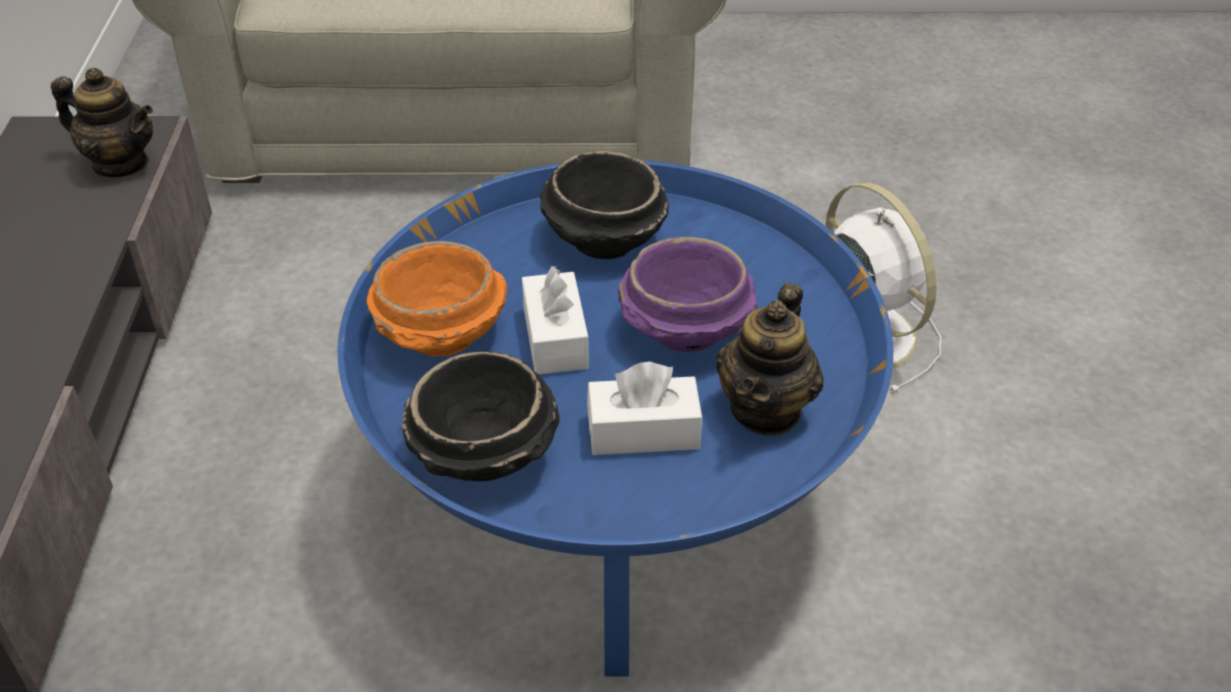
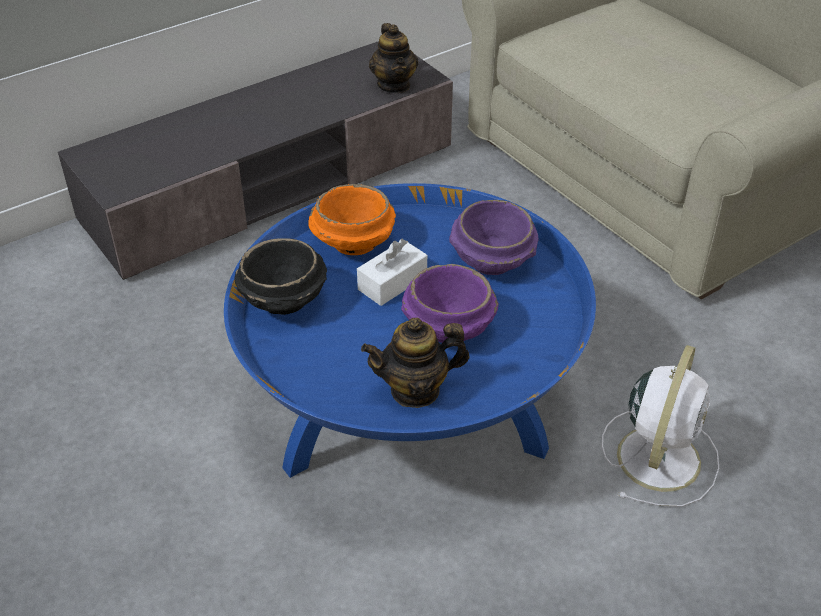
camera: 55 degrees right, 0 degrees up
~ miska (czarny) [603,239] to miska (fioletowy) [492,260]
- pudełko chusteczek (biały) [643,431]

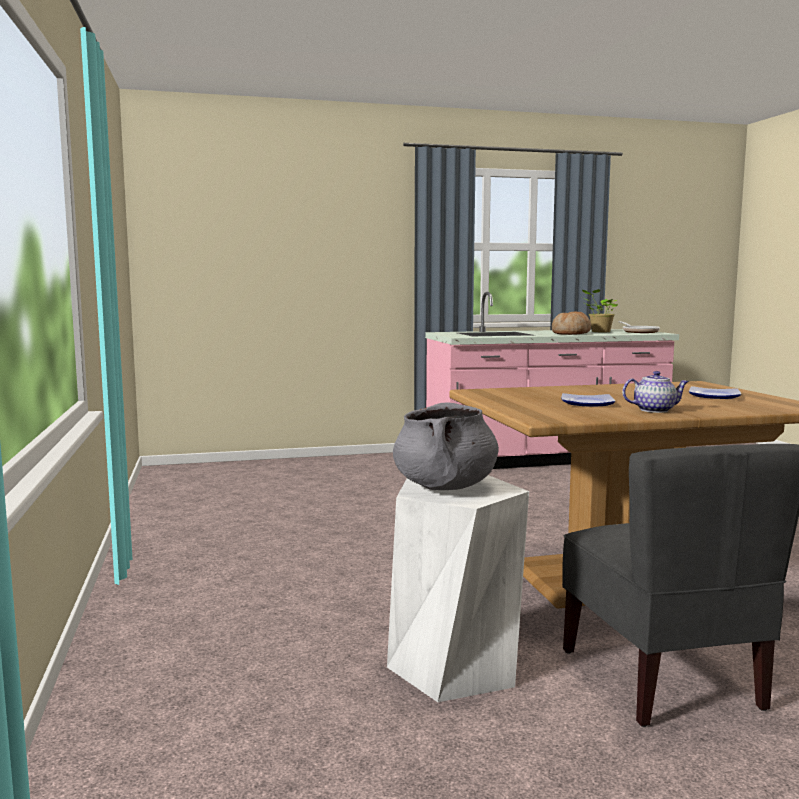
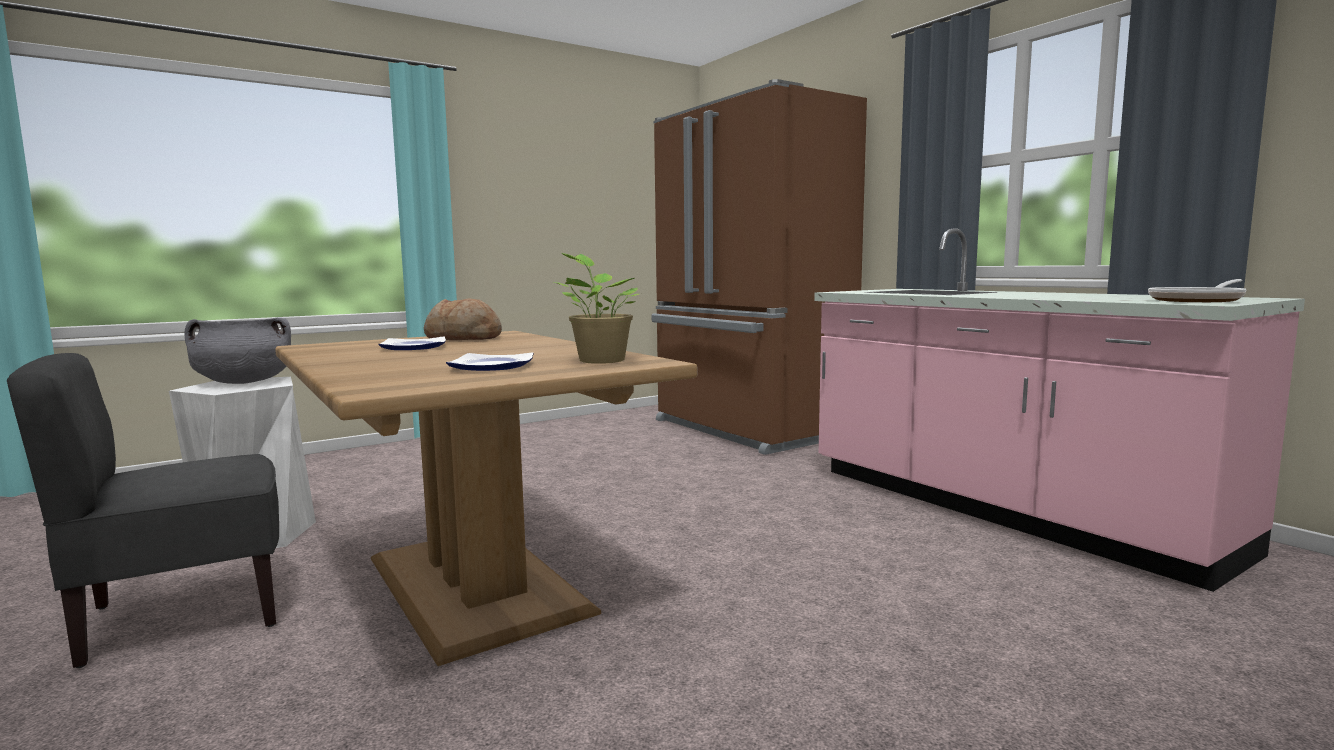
camera: 70 degrees right, 0 degrees up
~ roślina doniczkowa [599,332] to [600,360]
~ chleb [571,333] to [463,338]
- imbryk [655,410]
+ lodówka (brązowy) [748,429]

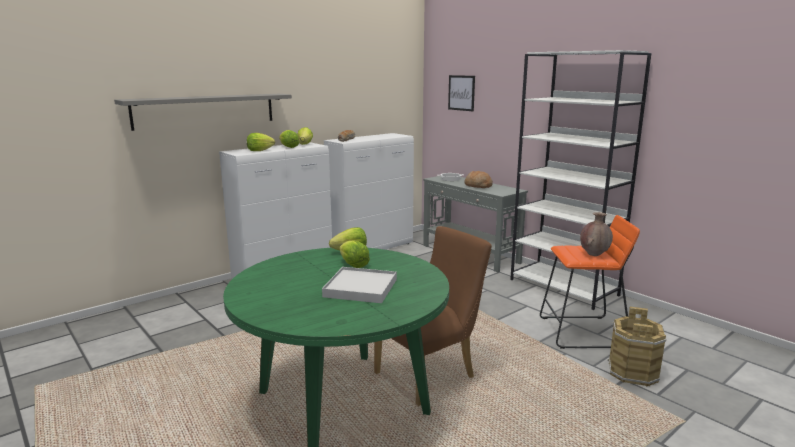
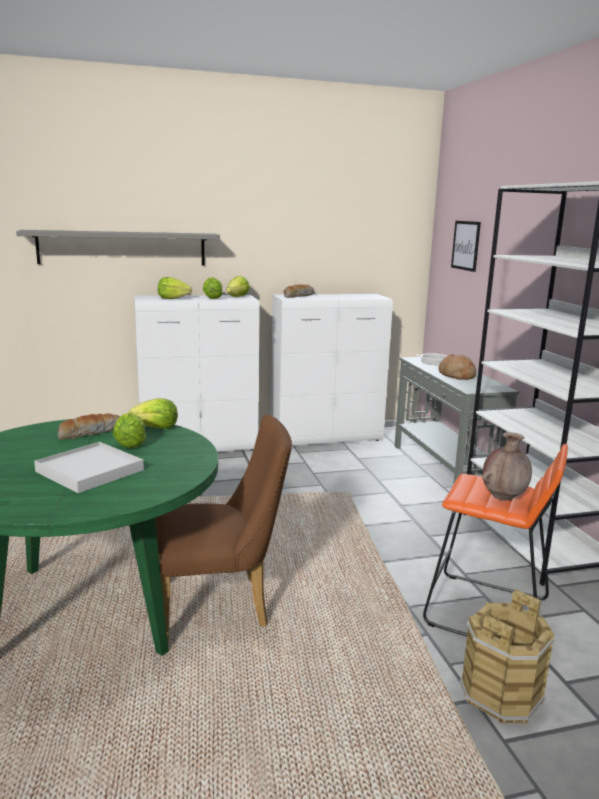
camera: 25 degrees right, 0 degrees up
+ chleb [90,433]

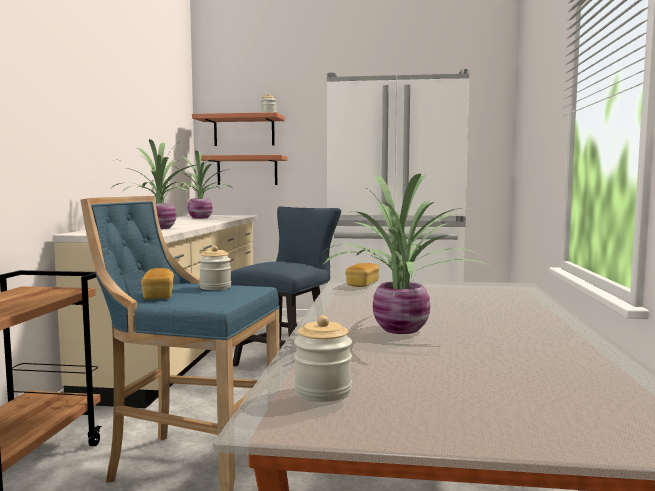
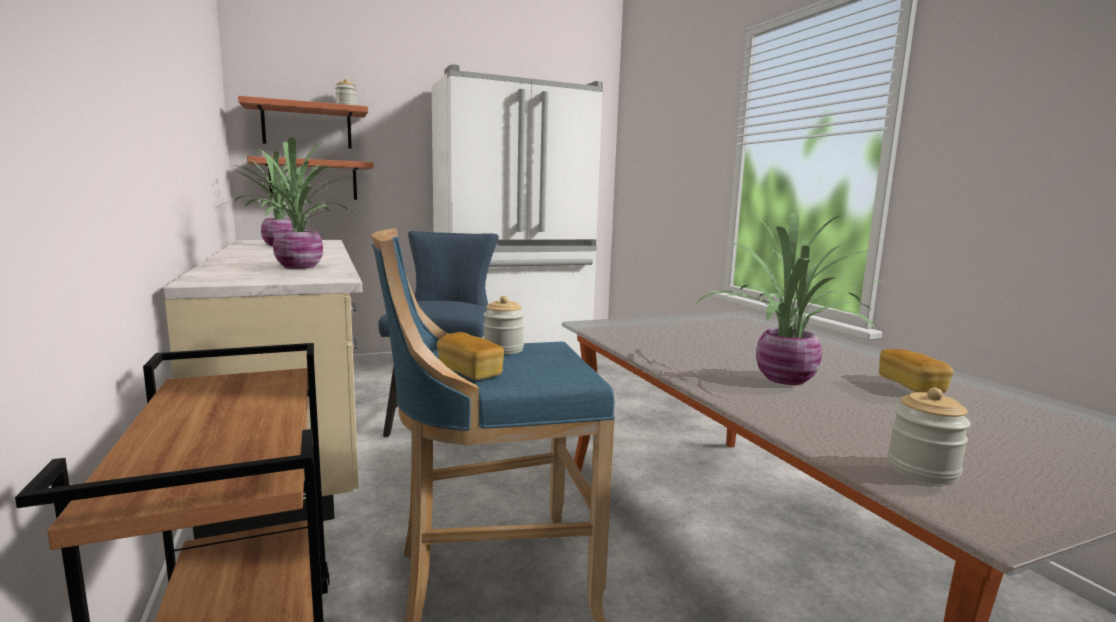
camera: 30 degrees left, 5 degrees up
~ chleb [362,284] to [910,386]

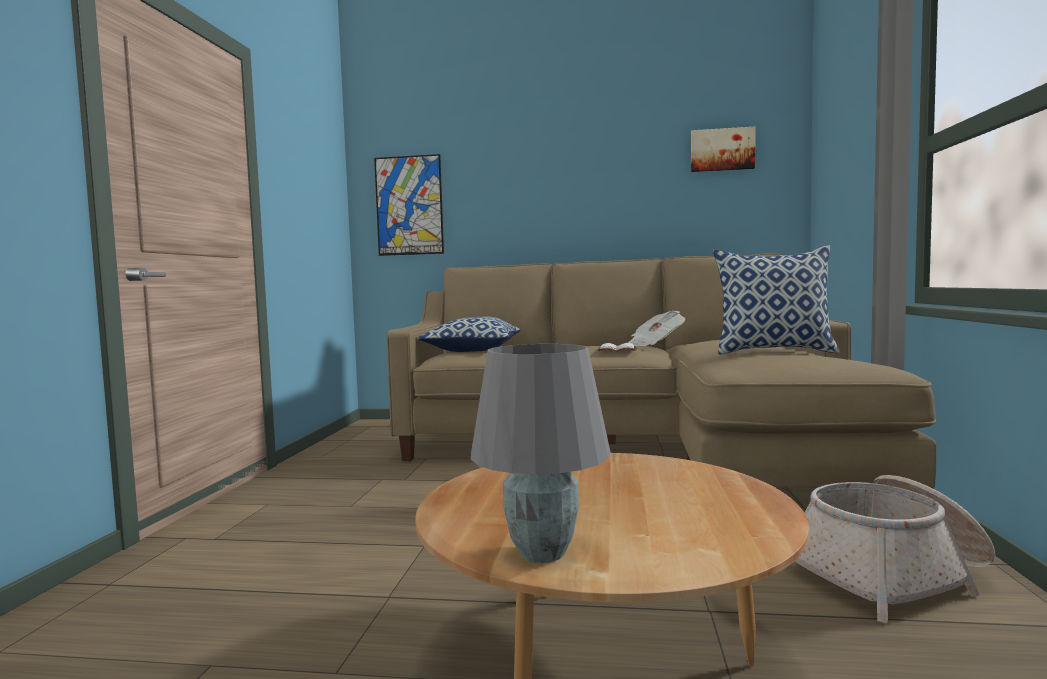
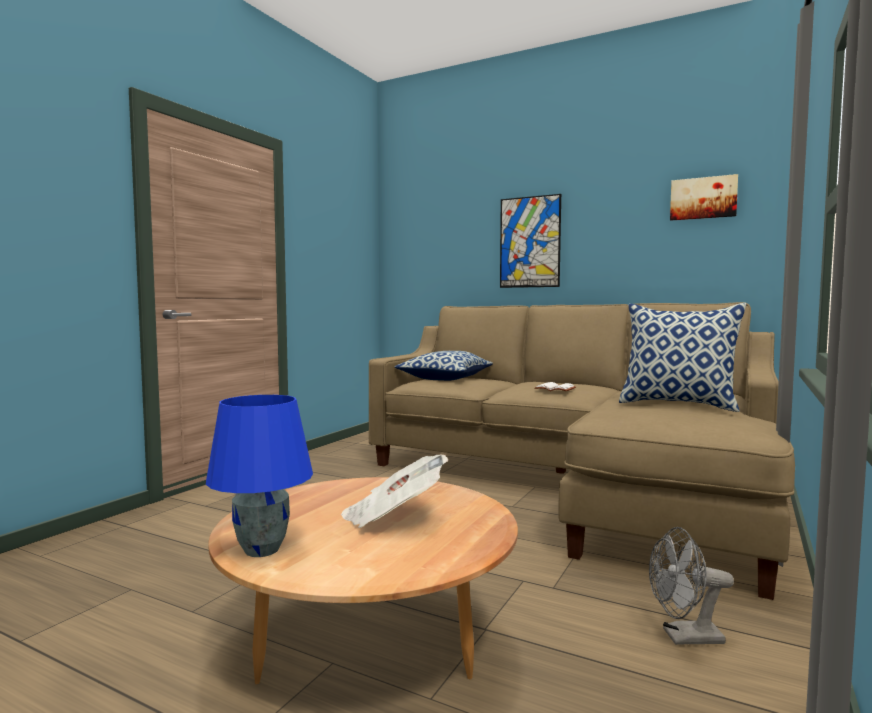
camera: 20 degrees right, 0 degrees up
~ obraz [409,205] to [529,242]
~ gazeta [654,345] to [393,517]
~ lampa stołowa (szary) [544,553] to lampa stołowa (niebieski) [263,550]
~ koszyk [890,577] to wentylator (szary) [684,637]

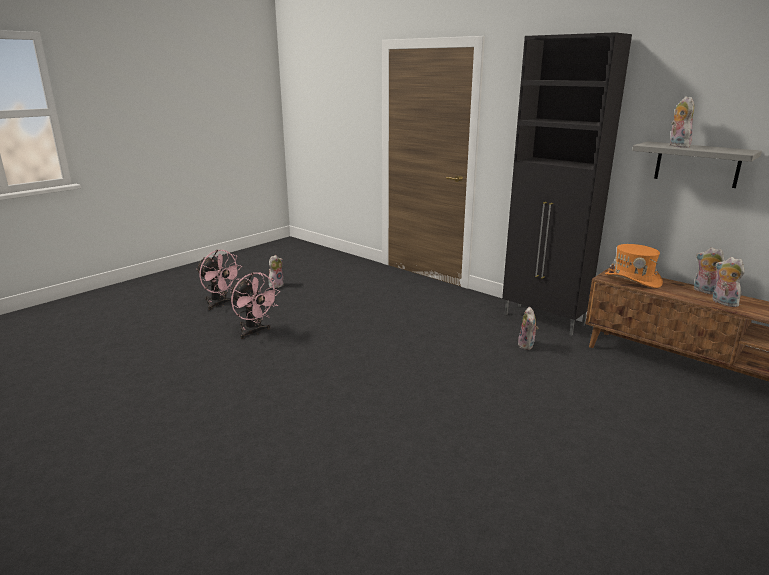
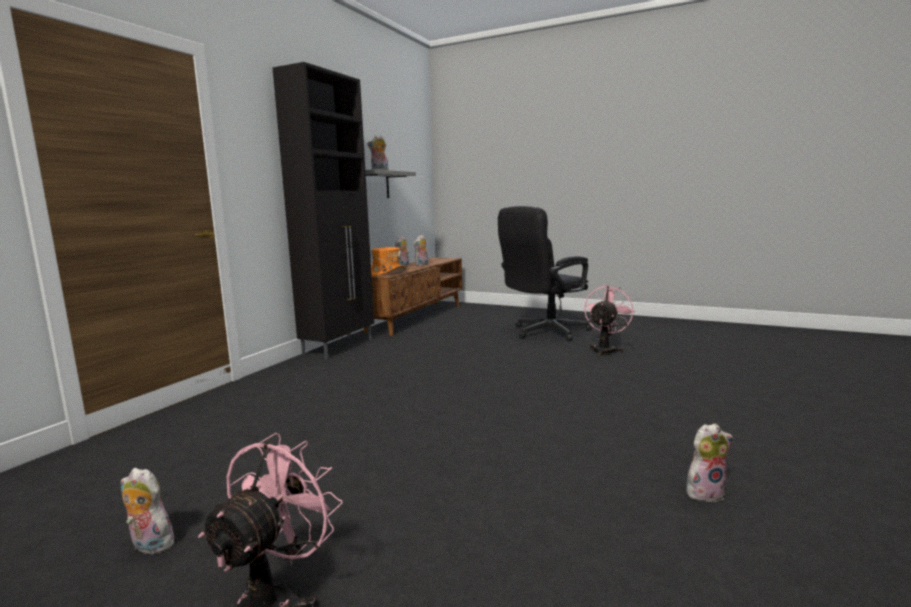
camera: 105 degrees left, 10 degrees down
~ wentylator (różowy) [254,332] to [605,350]
~ pluszak [527,345] to [705,492]
+ krzesło biurowe (czarny) [544,333]

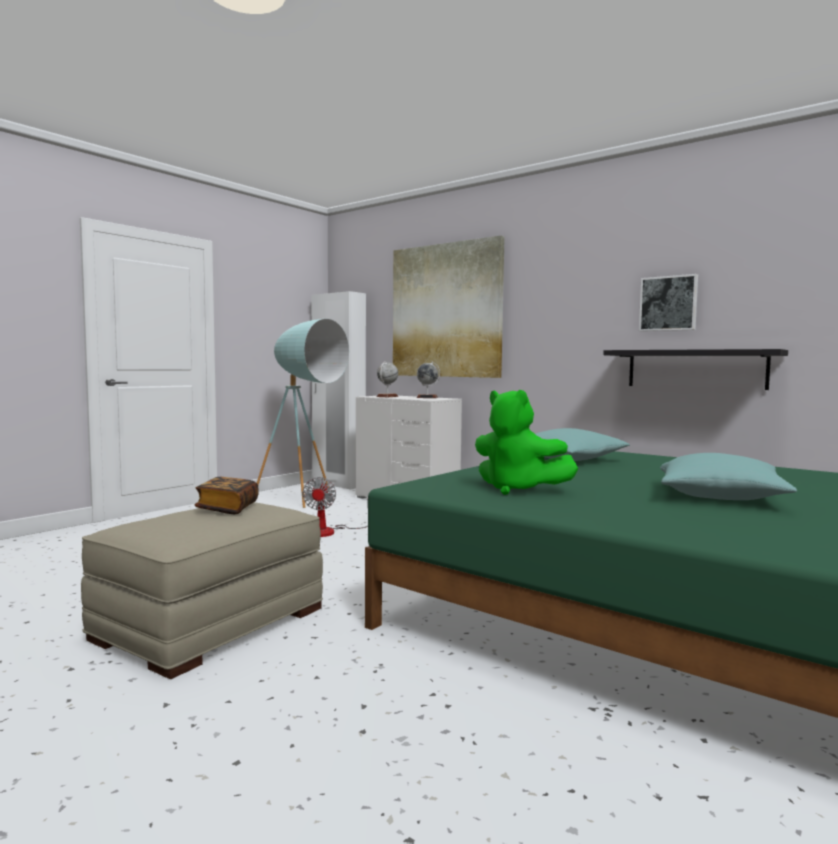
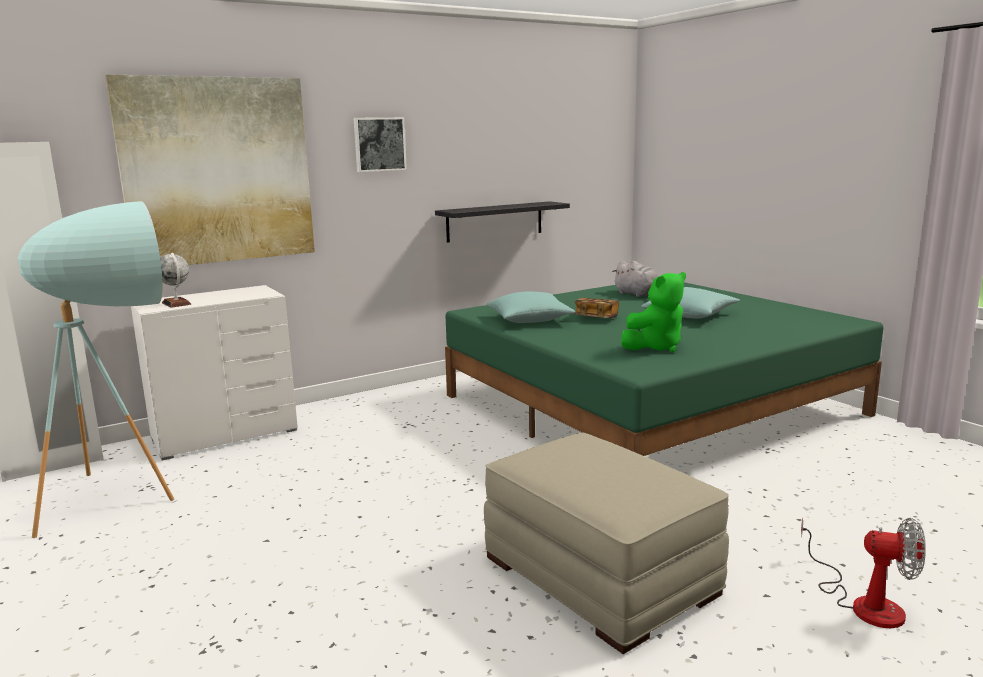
camera: 70 degrees left, 10 degrees up
~ obraz [668,303] to [379,144]
- globus [427,397]
~ książka [227,508] to [596,318]
~ wentylator [330,531] to [864,602]
+ pluszak (szary) [637,294]

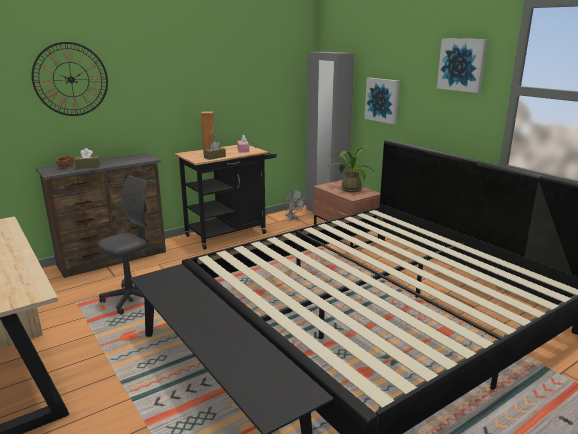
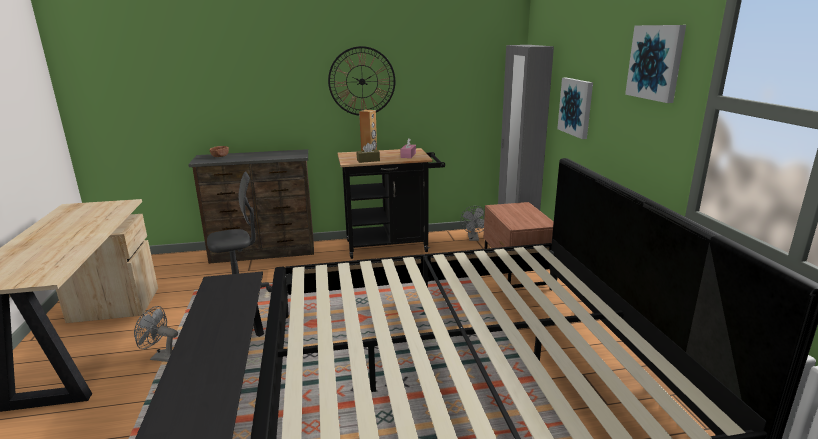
camera: 25 degrees right, 0 degrees up
~ zegar ścienny [71,79] to [362,81]
- roślina doniczkowa [349,189]
- pudełko chusteczek (brązowy) [88,166]
+ wentylator (szary) [161,357]

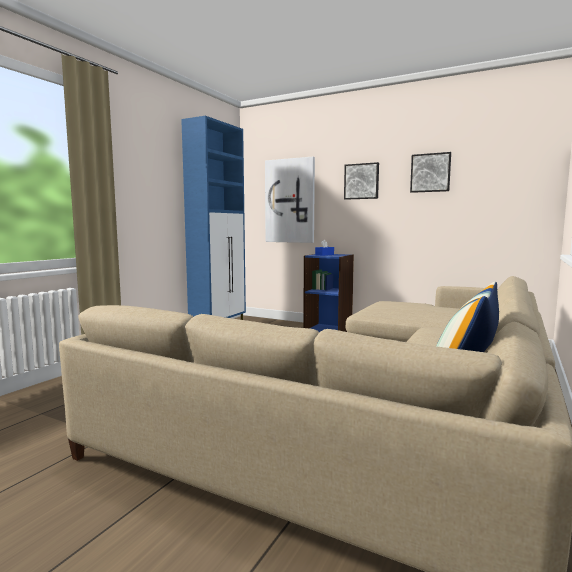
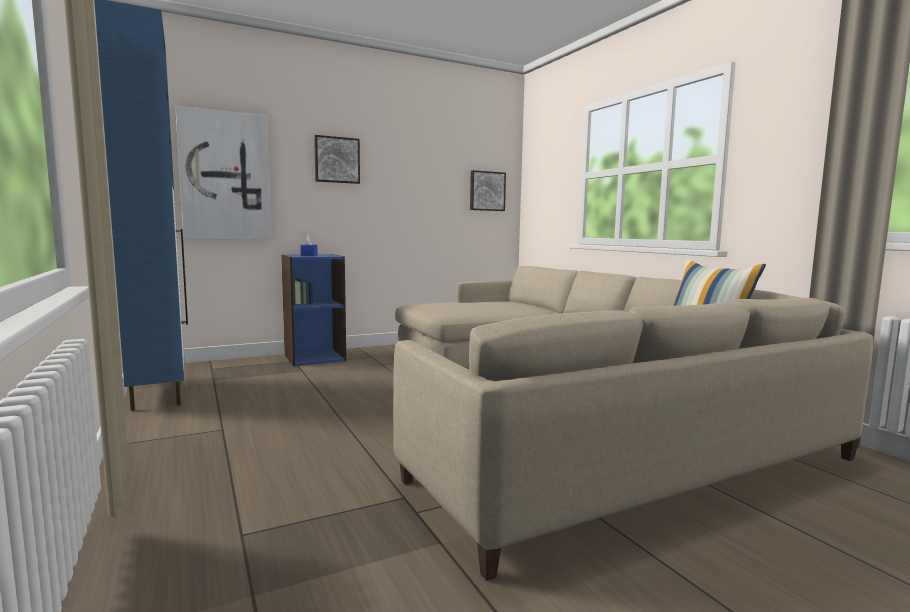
camera: 55 degrees left, 0 degrees up
~ obraz [430,173] to [486,191]

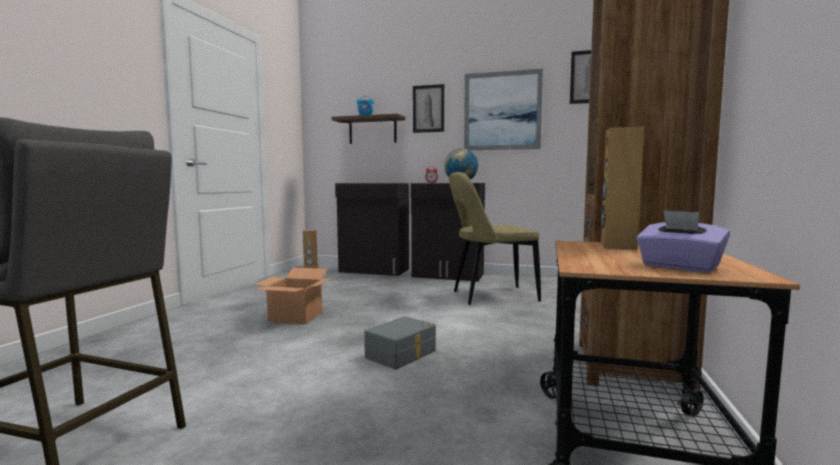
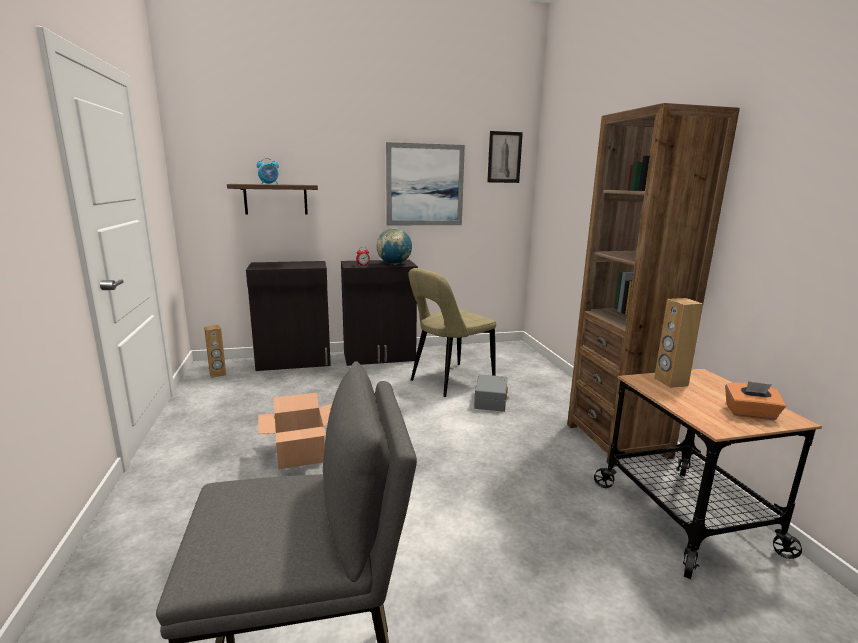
camera: 30 degrees left, 10 degrees up
- obraz [428,108]
~ pudełko chusteczek (fioletowy) [679,267] to pudełko chusteczek (pomarańczowy) [750,414]
~ pojemnik do przechowywania (szary) [402,354] to [491,401]

